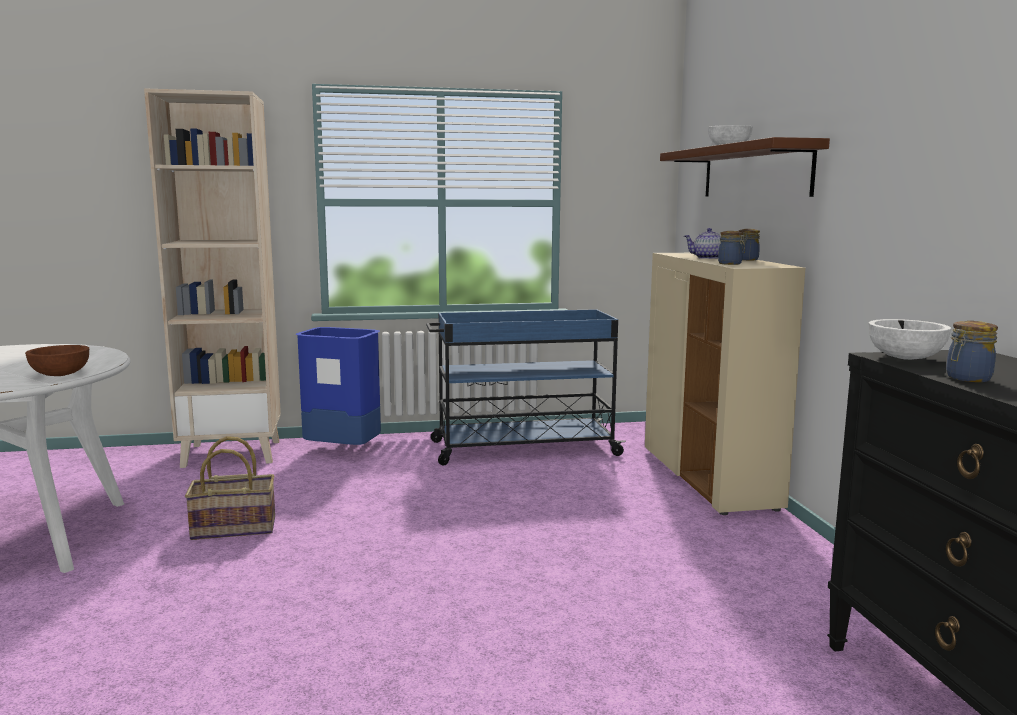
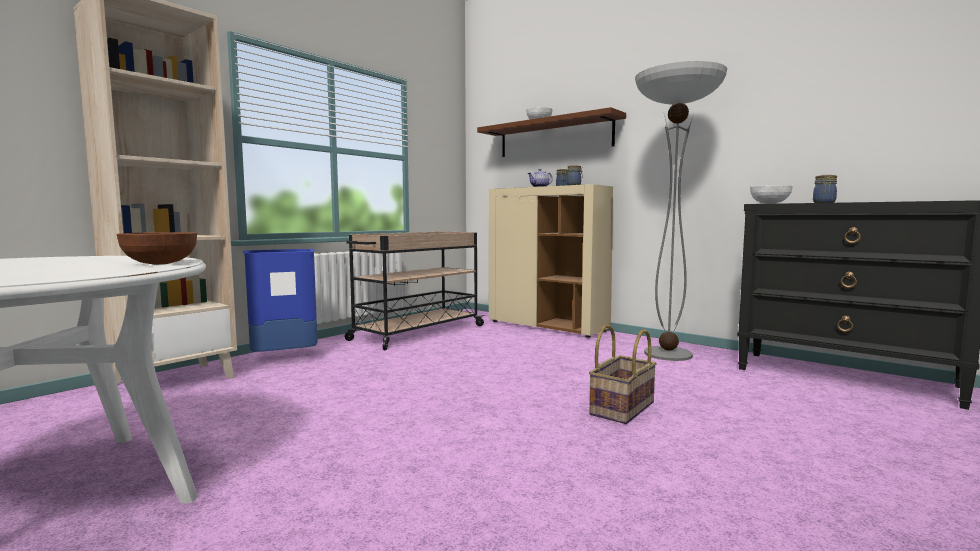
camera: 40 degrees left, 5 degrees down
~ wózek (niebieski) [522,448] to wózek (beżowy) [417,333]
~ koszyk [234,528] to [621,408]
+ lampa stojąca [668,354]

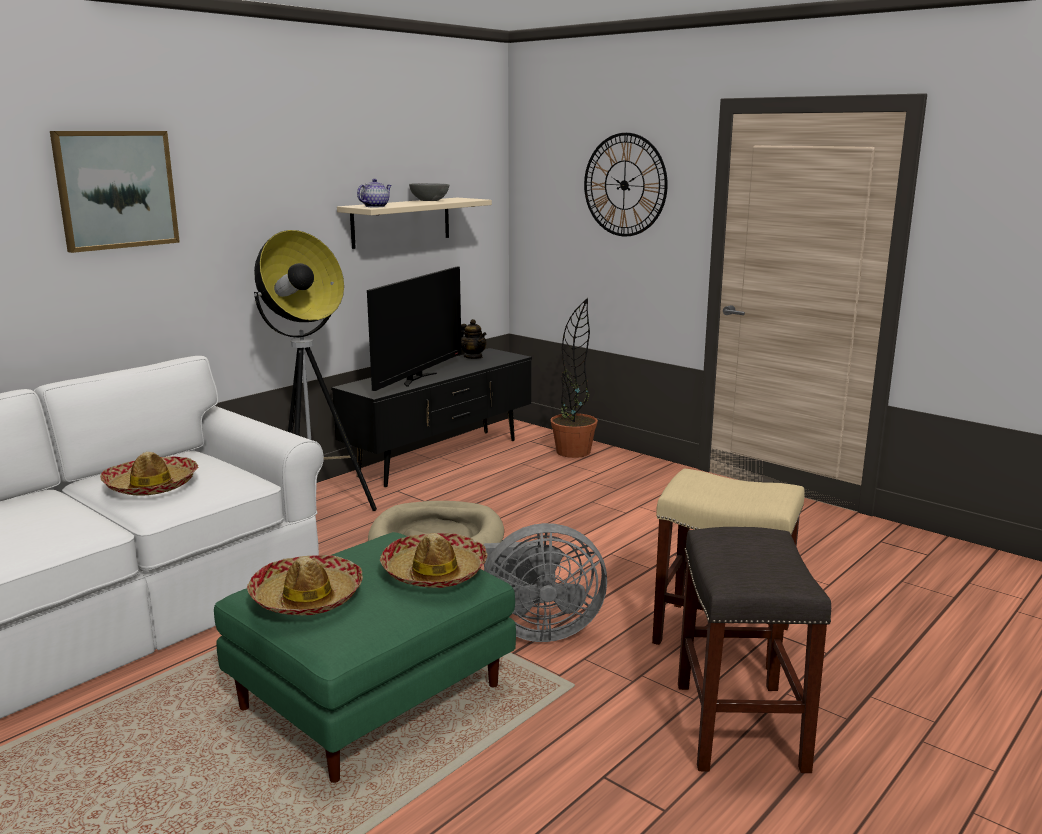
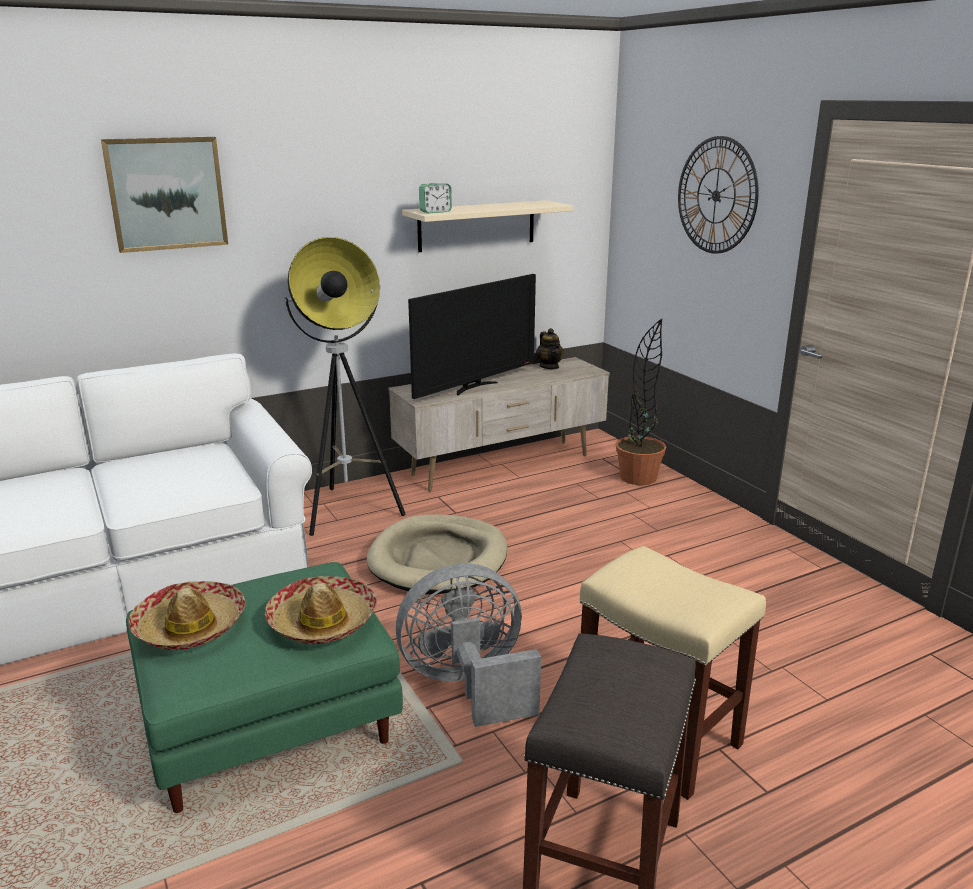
camera: 20 degrees right, 5 degrees up
~ imbryk [375,206] to budzik [435,212]
- miska (szary) [429,201]
~ szafka pod telewizor (czarny) [440,458] to szafka pod telewizor (beżowy) [501,466]
- kapelusz [152,486]
~ wentylator (szary) [538,630] = [468,685] 150 degrees clockwise

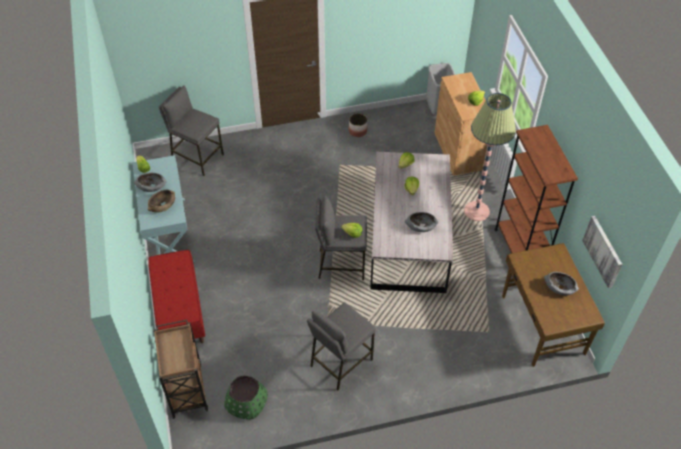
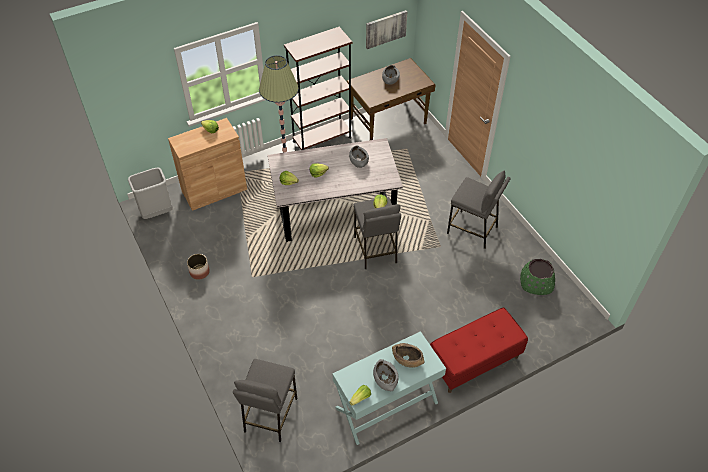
camera: 105 degrees left, 0 degrees up
- wózek (brązowy) [187,389]

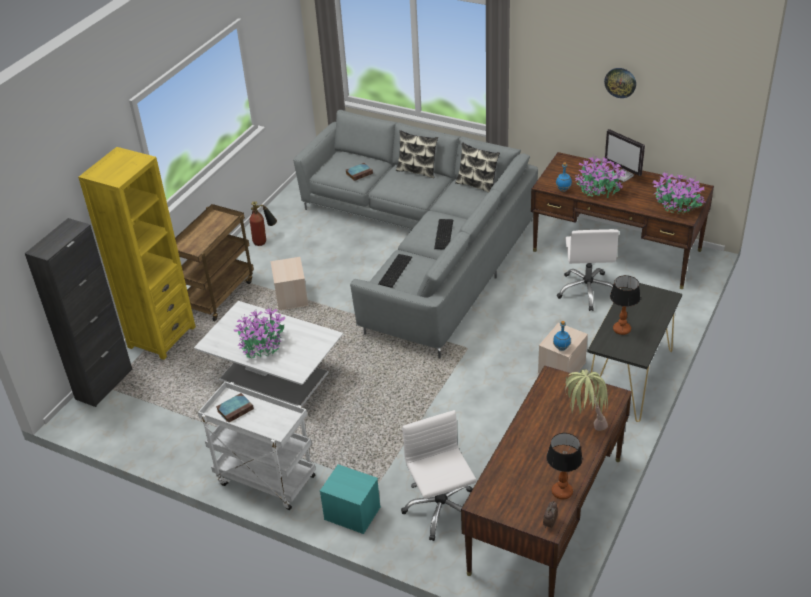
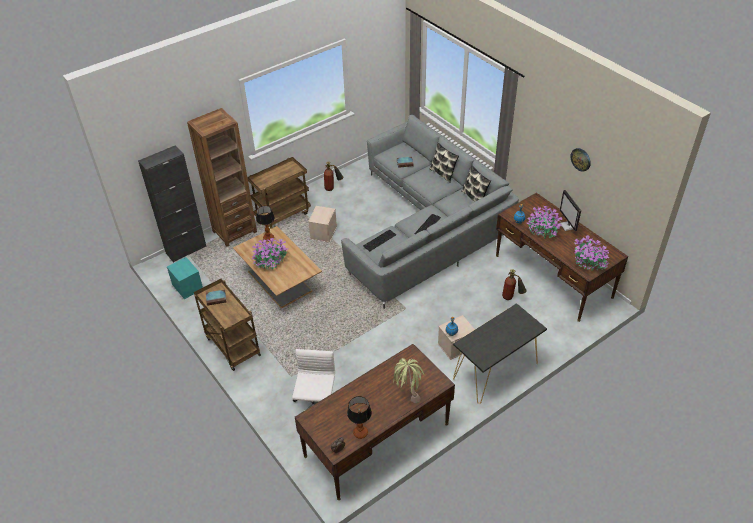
camera: 25 degrees right, 5 degrees up
~ regał (żółty) [161,337] to regał (brązowy) [234,231]
~ krzesło biurowe (biały) [587,290] to gaśnica [512,298]
~ lampa stołowa [621,330] to [268,238]
~ ława (biały) [276,376] to ława (brązowy) [280,282]
~ wózek (biały) [264,480] to wózek (brązowy) [232,346]
~ pojemnik do przechowywania (turkusowy) [351,513] to [187,286]

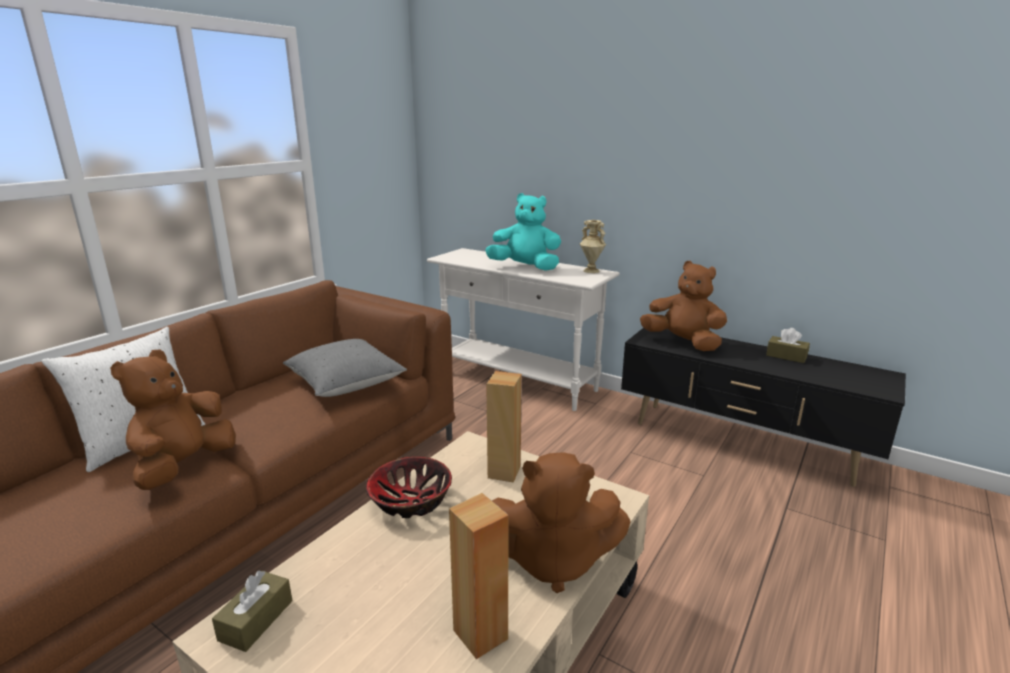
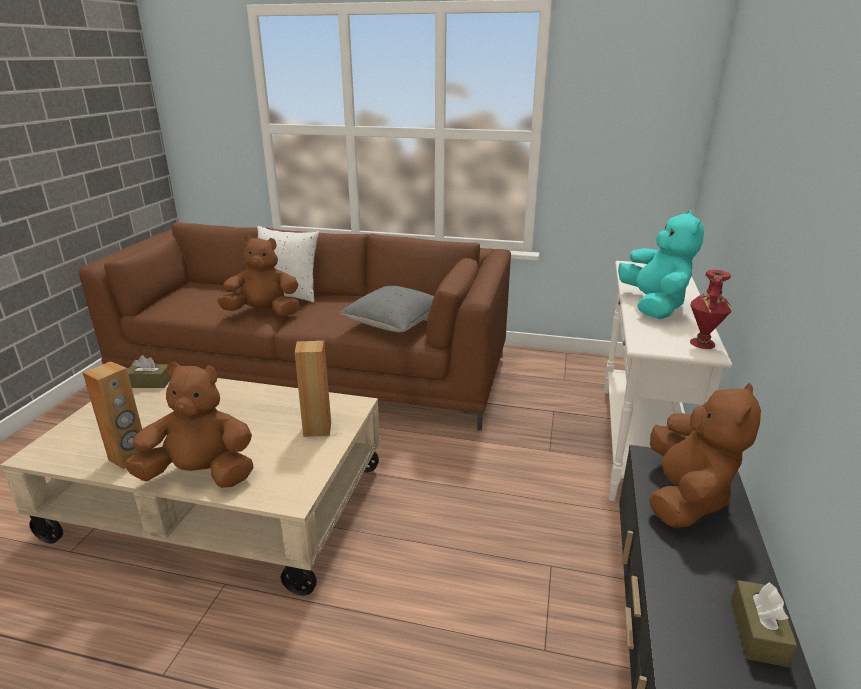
camera: 70 degrees right, 5 degrees up
~ wazon (beżowy) [591,271] to wazon (czerwony) [701,343]
~ pluszak (brązowy) [553,561] = [201,475] 105 degrees clockwise
- miska [410,502]

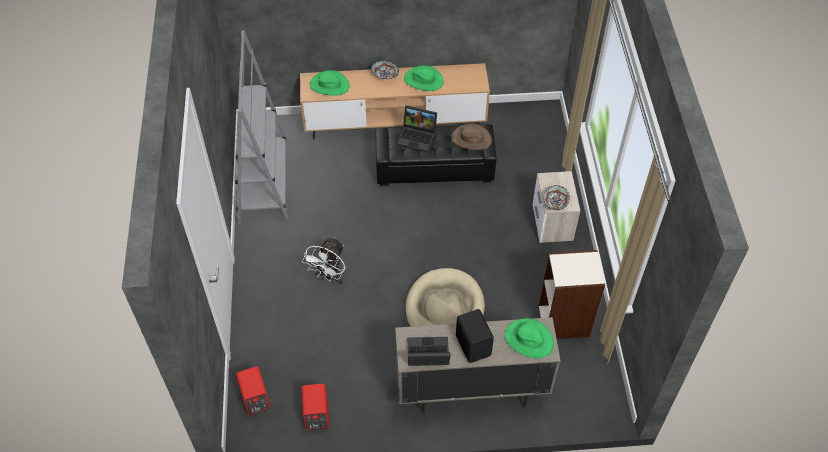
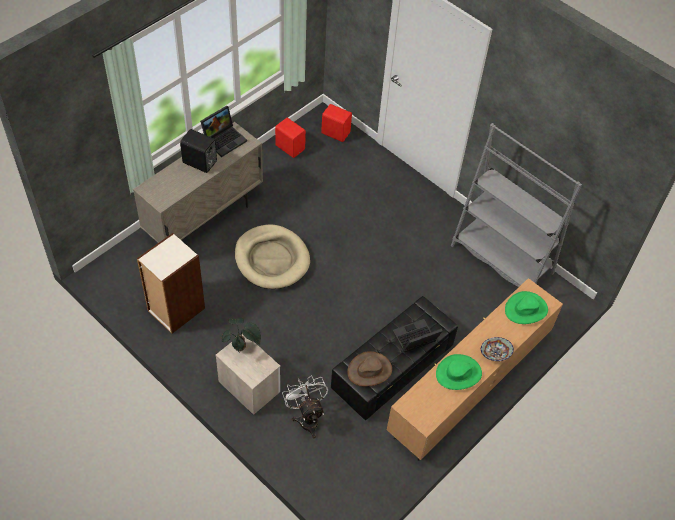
camera: 135 degrees right, 0 degrees up
~ miska [555,203] to roślina doniczkowa [241,347]
~ wentylator (biały) [329,277] to [307,417]
- kapelusz (zielony) [528,340]

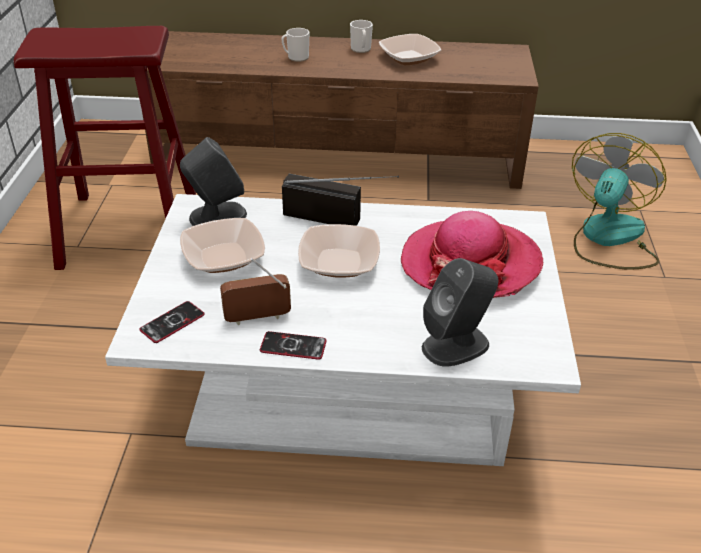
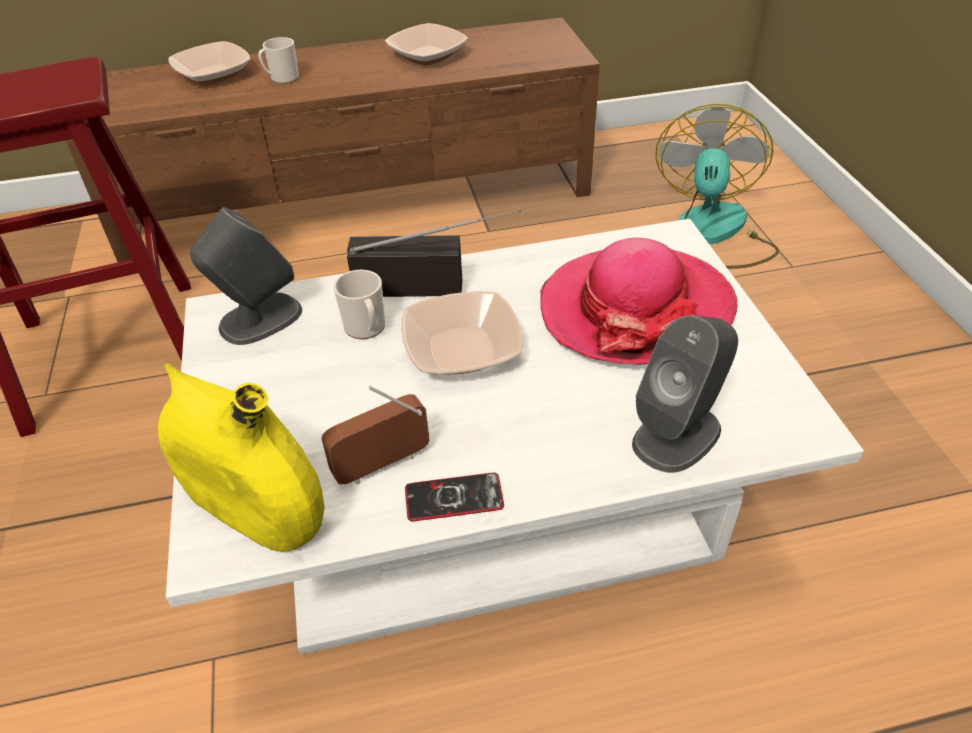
camera: 15 degrees left, 5 degrees up
~ kubek [361,50] to [366,329]
~ miska [223,257] to [213,75]
~ telefon [172,323] to wazon (żółty) [255,507]

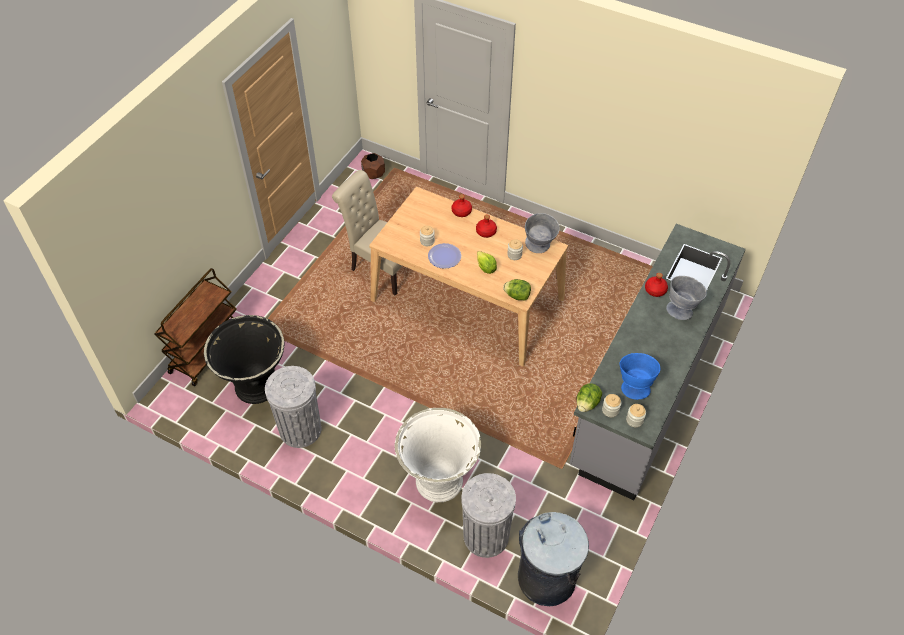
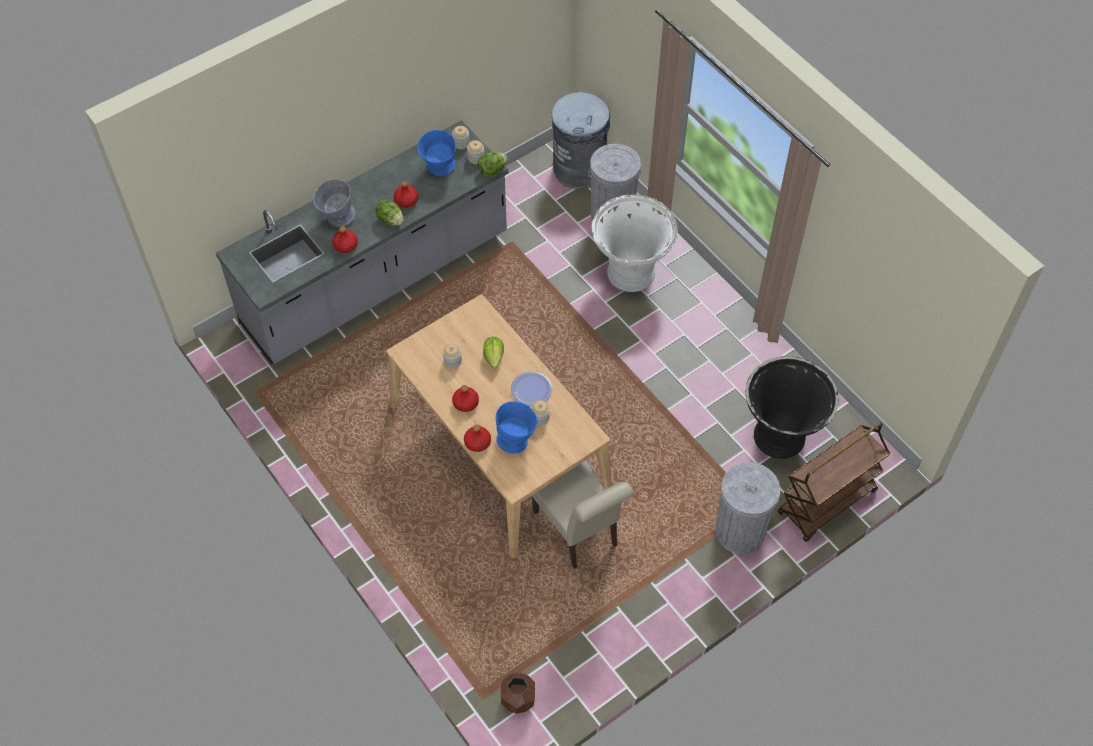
camera: 155 degrees left, 5 degrees up
- miska (szary) [539,247]
~ sałata [517,296] to [390,220]
~ kosz na śmieci (szary) [300,429] to [740,531]
+ butelka (czerwony) [406,200]
+ miska (niebieski) [517,438]

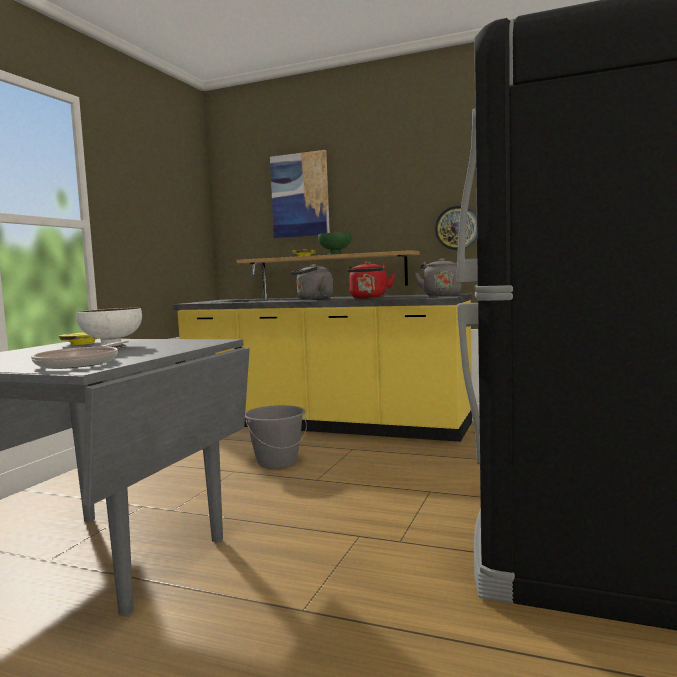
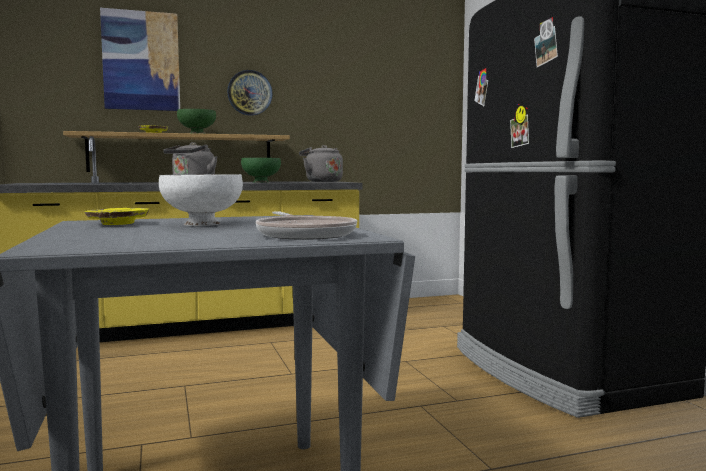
camera: 40 degrees left, 0 degrees up
~ zegar ścienny [457,228] to [249,93]
~ czajnik (czerwony) [369,298] to miska (zielony) [261,182]
- wiadro (szary) [277,462]

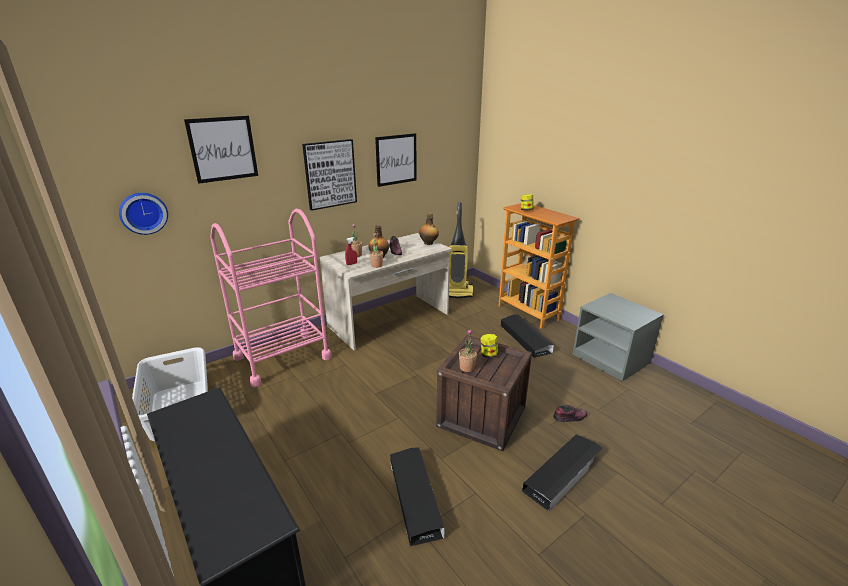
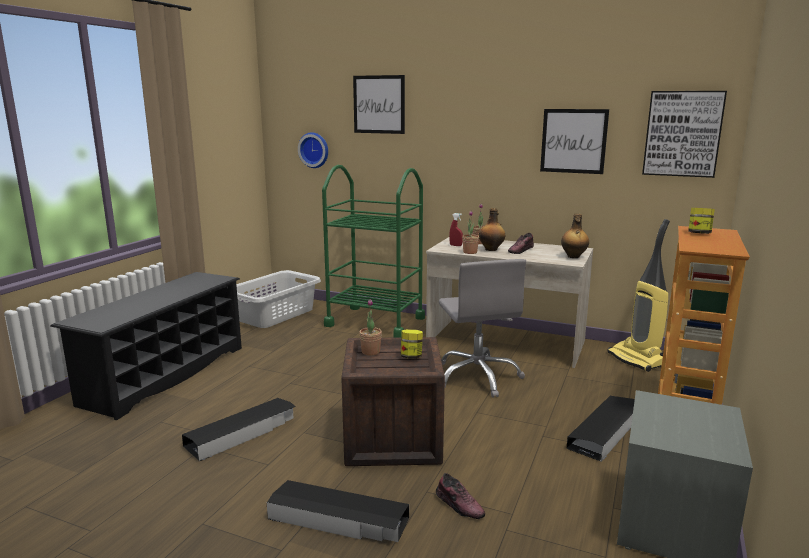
camera: 60 degrees right, 10 degrees down
~ obraz [330,174] to [682,134]
~ wózek (różowy) [282,358] to wózek (zielony) [375,322]
+ krzesło biurowe (szary) [477,377]

